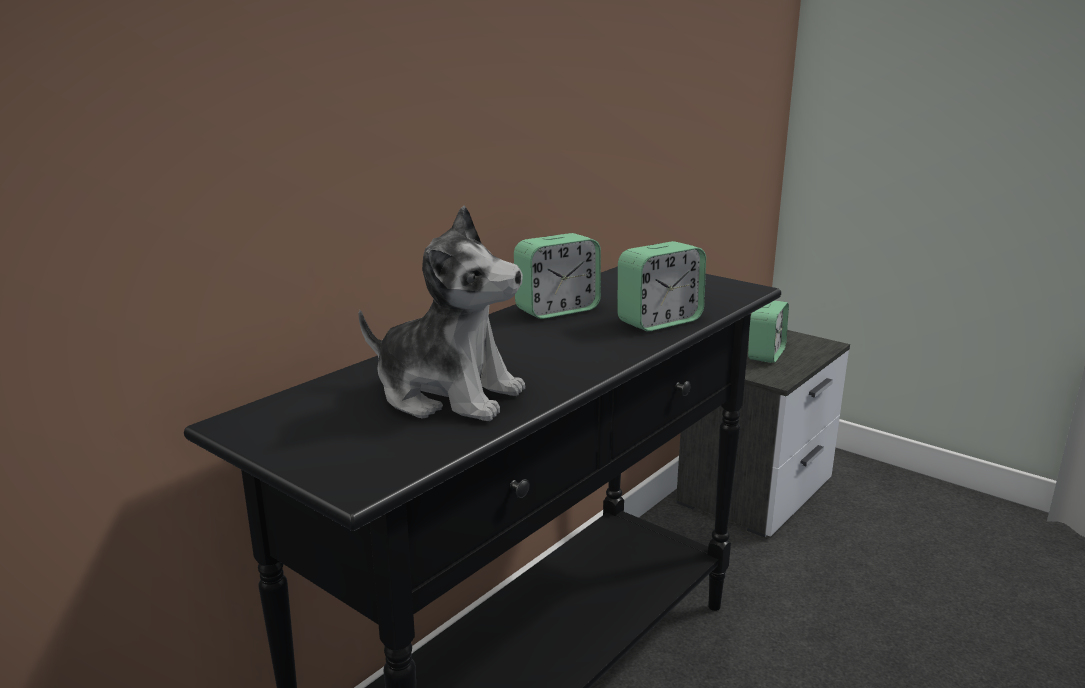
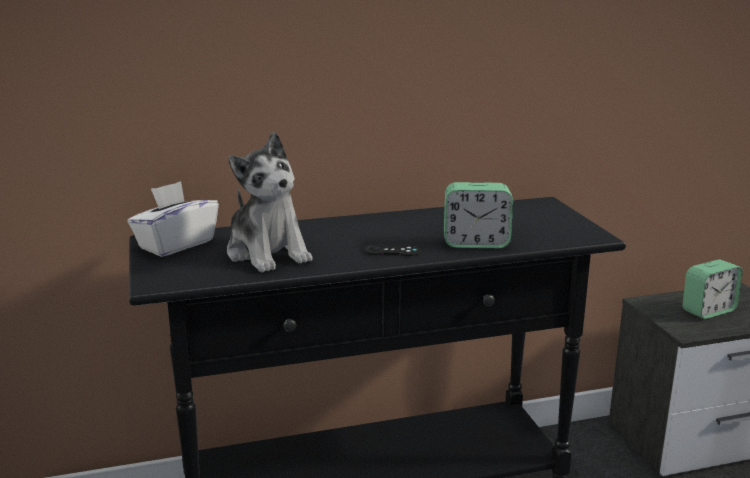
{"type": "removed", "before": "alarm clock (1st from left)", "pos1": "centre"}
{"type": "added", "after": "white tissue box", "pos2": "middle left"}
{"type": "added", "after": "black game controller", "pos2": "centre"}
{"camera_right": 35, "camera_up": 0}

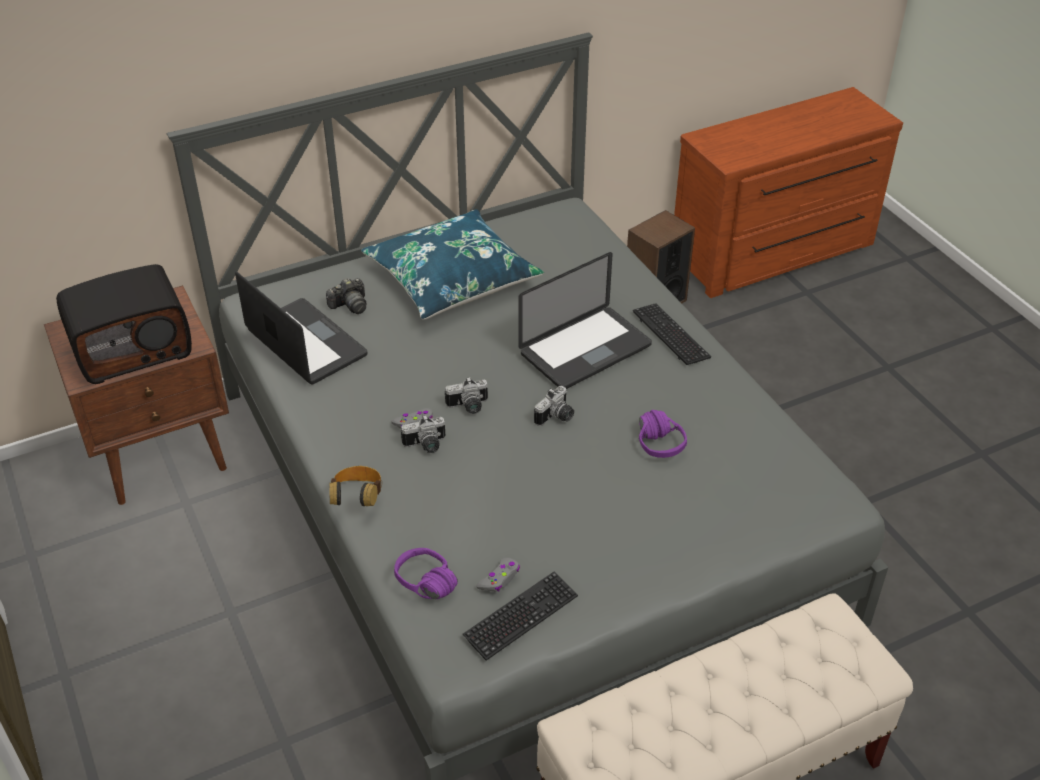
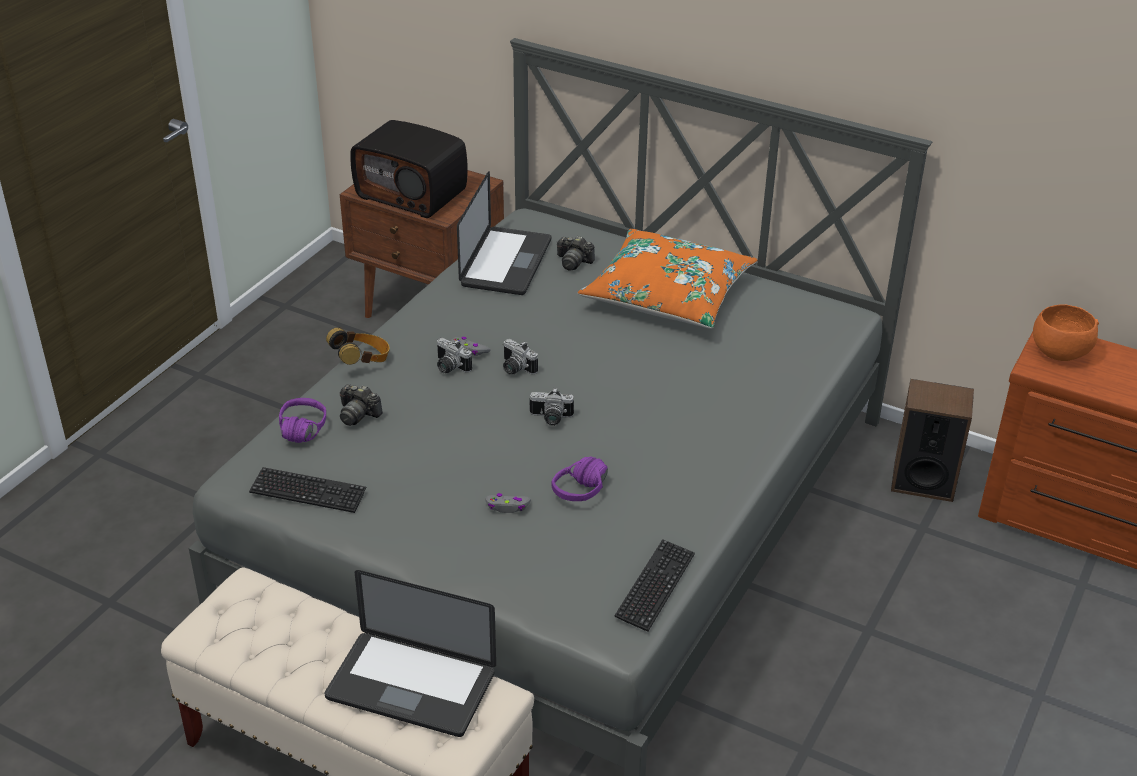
{"type": "added", "after": "photo camera (1st from left)", "pos2": "middle left"}
{"type": "added", "after": "orange bowl", "pos2": "middle right"}
{"type": "moved", "before": "grey game controller (2nd from left)", "pos1": "bottom centre", "pos2": "centre"}
{"type": "moved", "before": "laptop (2nd from left in the first image)", "after": "laptop (1st from left)", "pos1": "centre", "pos2": "bottom centre"}
{"type": "moved", "before": "keyboard (2nd from left)", "pos1": "centre", "pos2": "bottom centre"}
{"type": "recoloured", "before": "blue pillow", "after": "orange pillow", "pos1": "centre", "pos2": "centre"}
{"camera_right": 55, "camera_up": -5}

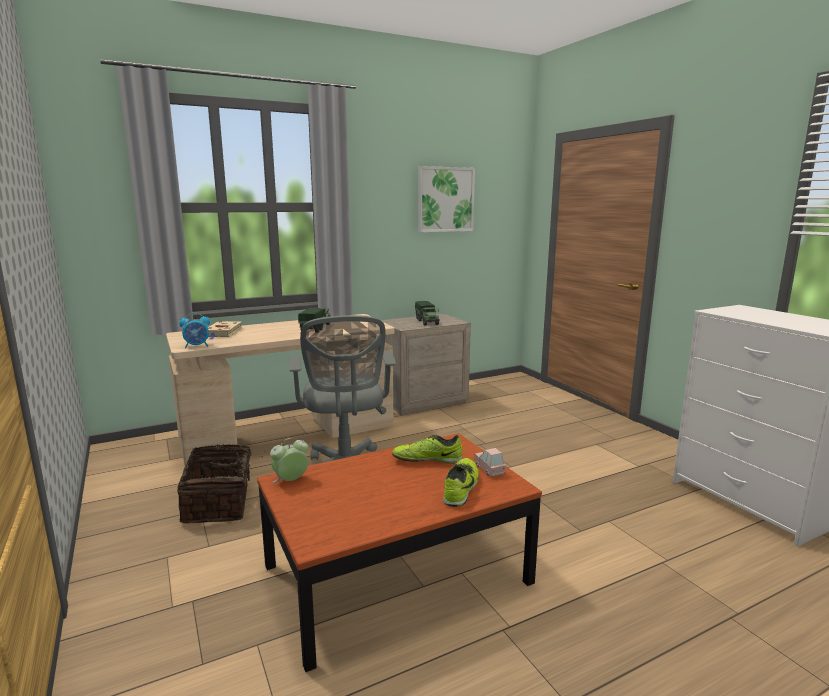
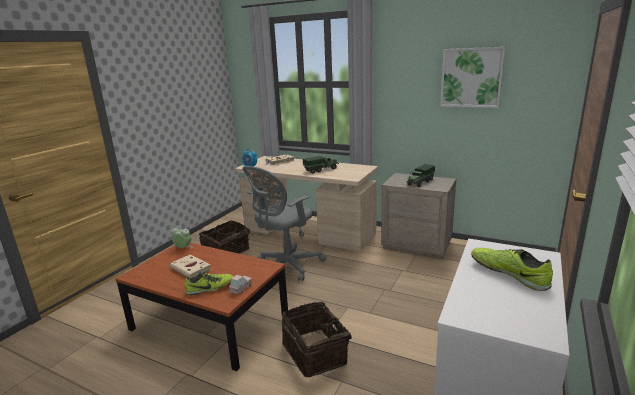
{"type": "added", "after": "beige book (1st from left)", "pos2": "bottom left"}
{"type": "added", "after": "basket (2nd from left)", "pos2": "bottom centre"}
{"type": "moved", "before": "shoe (1st from left in the first image)", "after": "shoe (2nd from left)", "pos1": "centre", "pos2": "bottom right"}
{"camera_right": 55, "camera_up": 5}

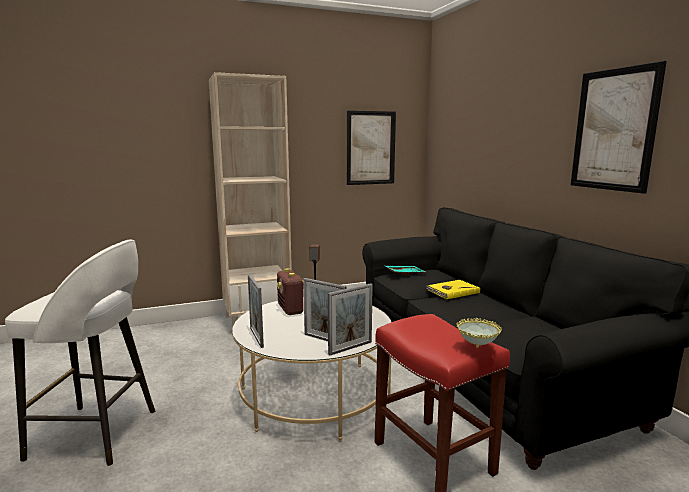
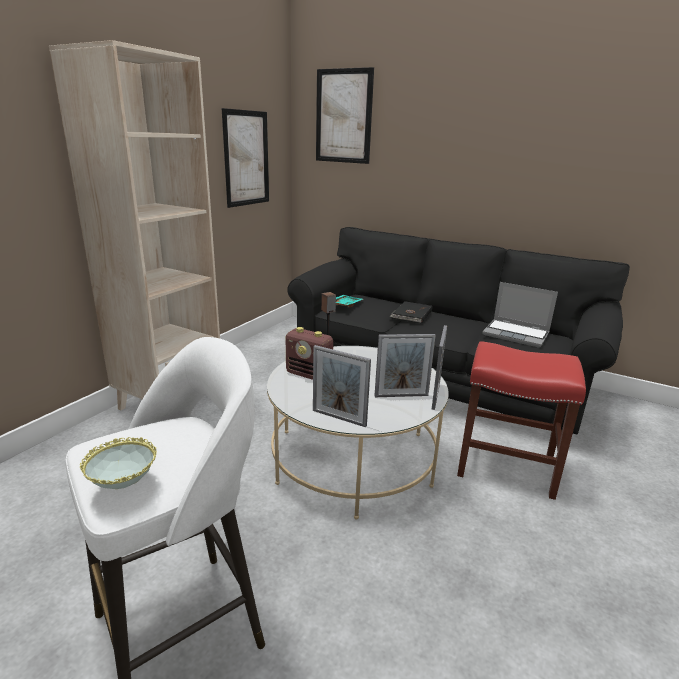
{"type": "added", "after": "laptop", "pos2": "middle right"}
{"type": "moved", "before": "bowl", "pos1": "bottom right", "pos2": "bottom left"}
{"type": "moved", "before": "picture (2nd from left)", "pos1": "top right", "pos2": "top centre"}
{"type": "recoloured", "before": "yellow book", "after": "black book", "pos1": "centre", "pos2": "centre"}
{"camera_right": -40, "camera_up": 10}

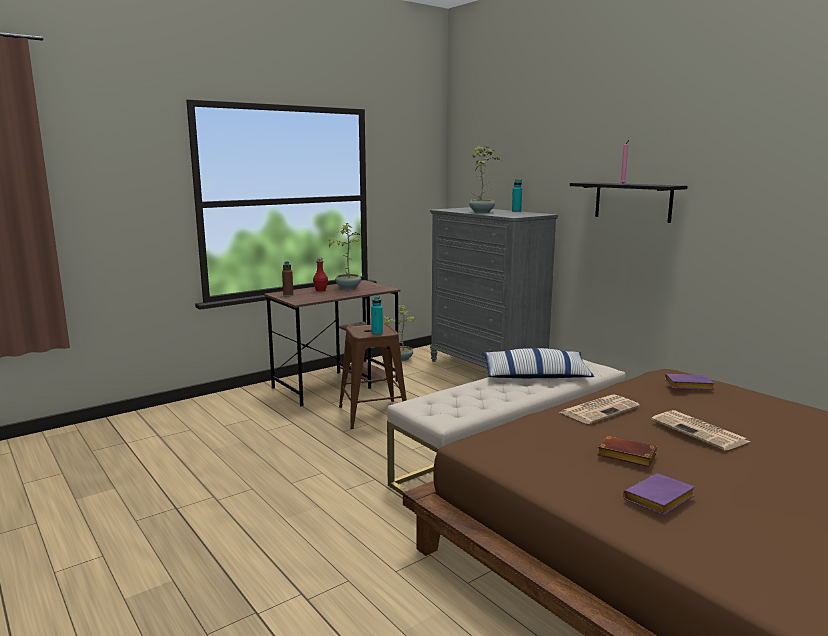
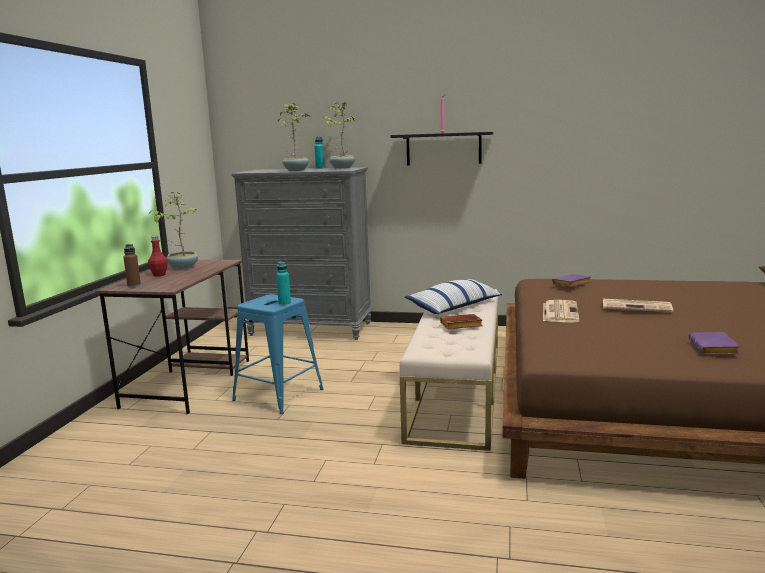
{"type": "moved", "before": "potted plant (2nd from left in the first image)", "after": "potted plant (3rd from left)", "pos1": "centre", "pos2": "top centre"}
{"type": "moved", "before": "brown book", "pos1": "bottom right", "pos2": "centre"}
{"type": "recoloured", "before": "brown stool", "after": "blue stool", "pos1": "centre", "pos2": "centre"}
{"camera_right": -40, "camera_up": 0}

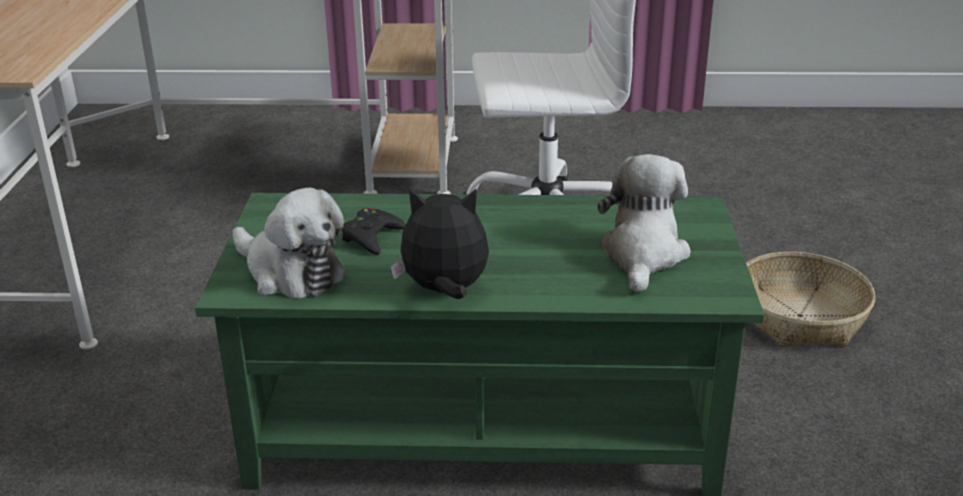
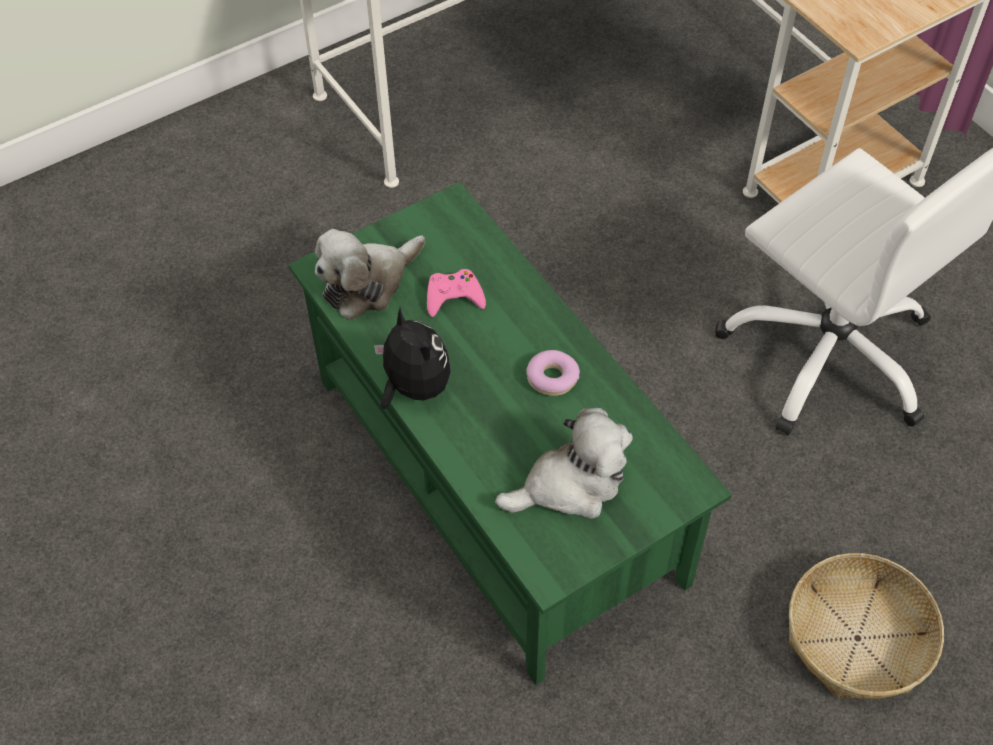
{"type": "added", "after": "donut", "pos2": "centre"}
{"type": "recoloured", "before": "black game controller", "after": "pink game controller", "pos1": "centre", "pos2": "centre"}
{"type": "turned", "before": "plush toy (1st from left)", "pos1": "middle left", "pos2": "centre", "turn": 45}
{"camera_right": 55, "camera_up": 25}

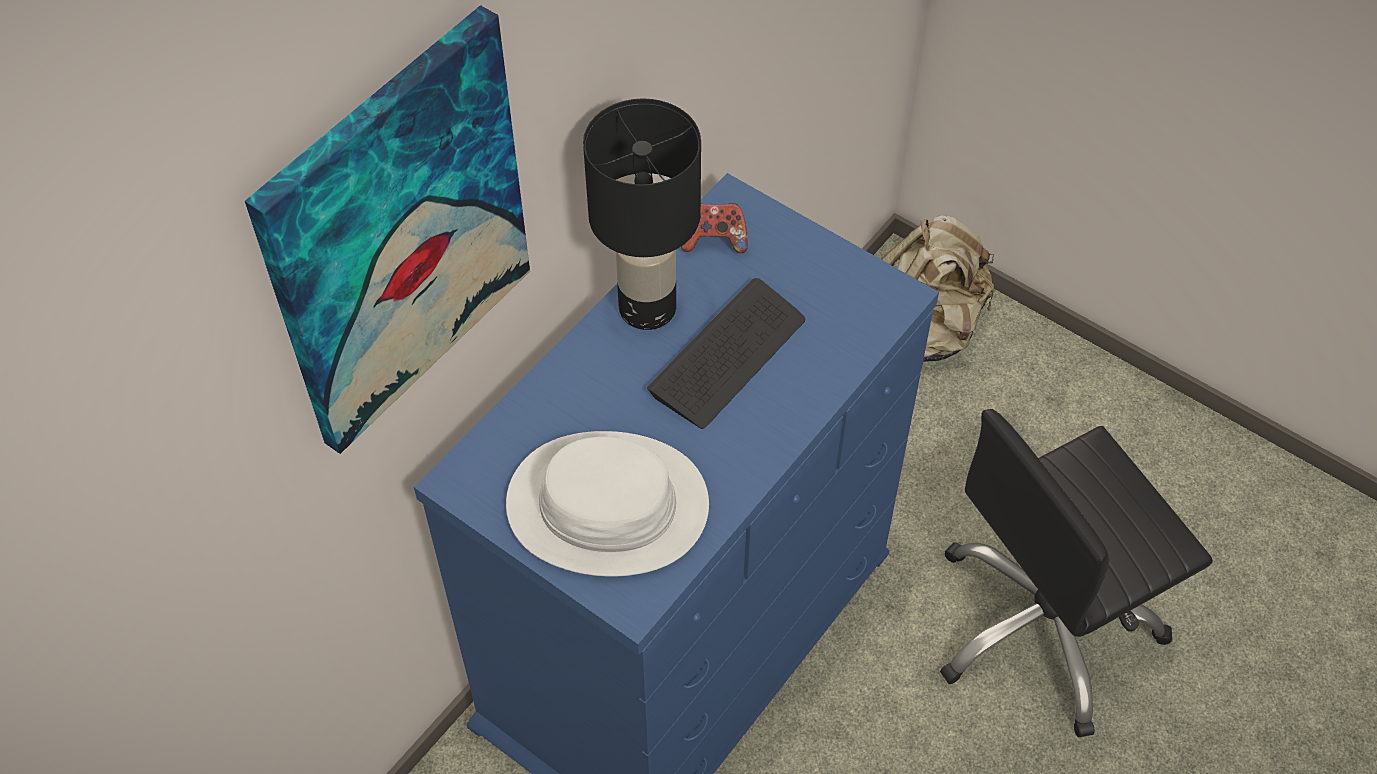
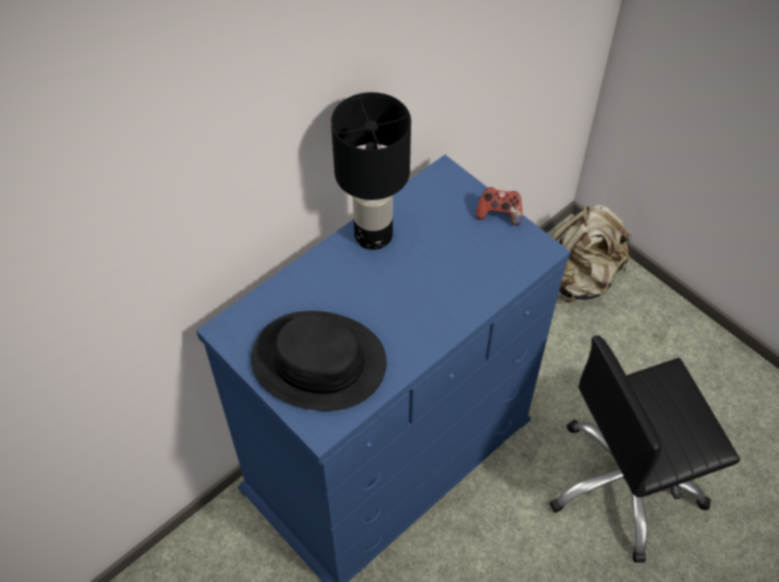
{"type": "removed", "before": "picture", "pos1": "top left"}
{"type": "removed", "before": "keyboard", "pos1": "centre"}
{"type": "moved", "before": "game controller", "pos1": "top centre", "pos2": "centre"}
{"type": "recoloured", "before": "white hat", "after": "black hat", "pos1": "centre", "pos2": "centre"}
{"camera_right": 10, "camera_up": 0}

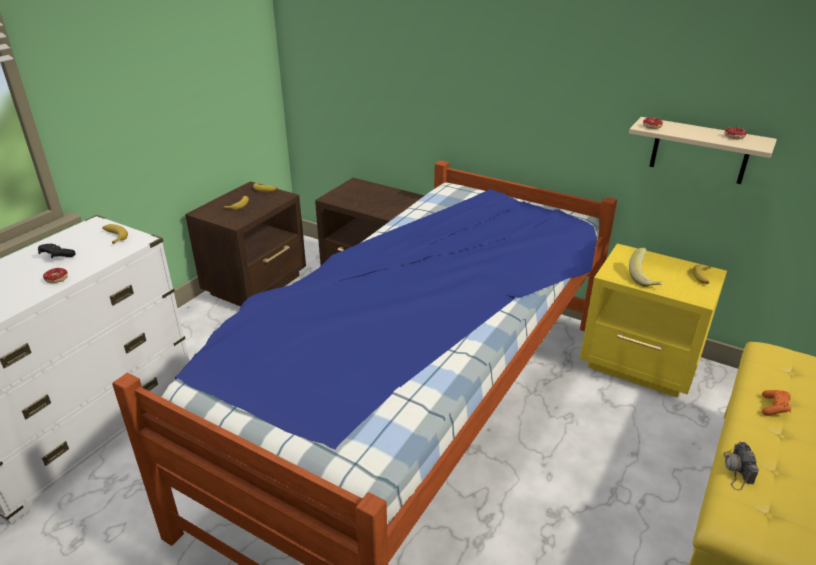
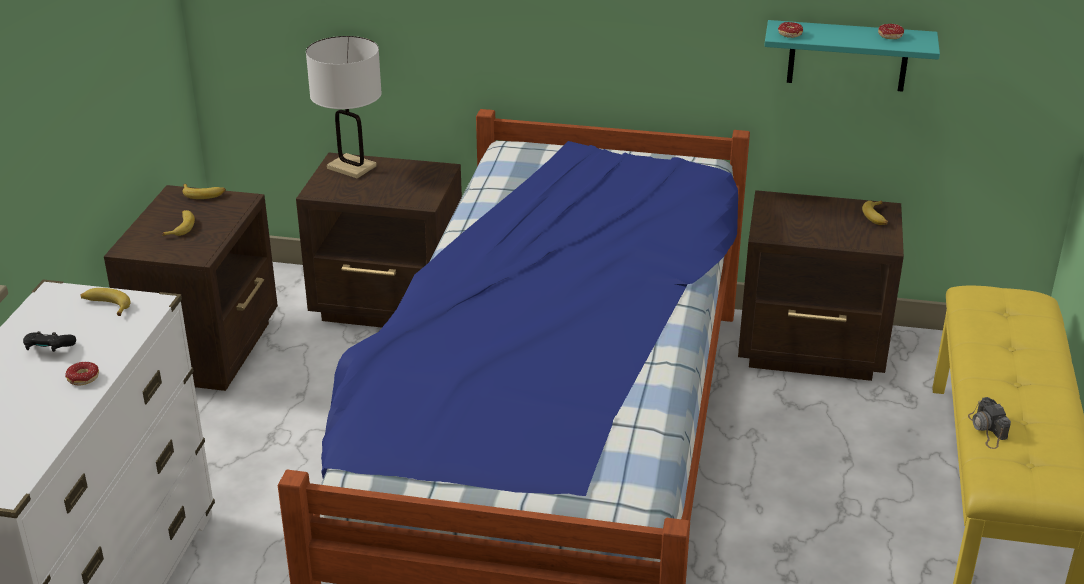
{"type": "removed", "before": "banana (4th from left)", "pos1": "middle right"}
{"type": "removed", "before": "orange game controller", "pos1": "bottom right"}
{"type": "added", "after": "white table lamp", "pos2": "top left"}
{"type": "recoloured", "before": "yellow nightstand", "after": "brown nightstand (3rd from left)", "pos1": "middle right", "pos2": "middle right"}
{"type": "recoloured", "before": "beige shelf", "after": "turquoise shelf", "pos1": "top right", "pos2": "top right"}
{"camera_right": -20, "camera_up": 0}

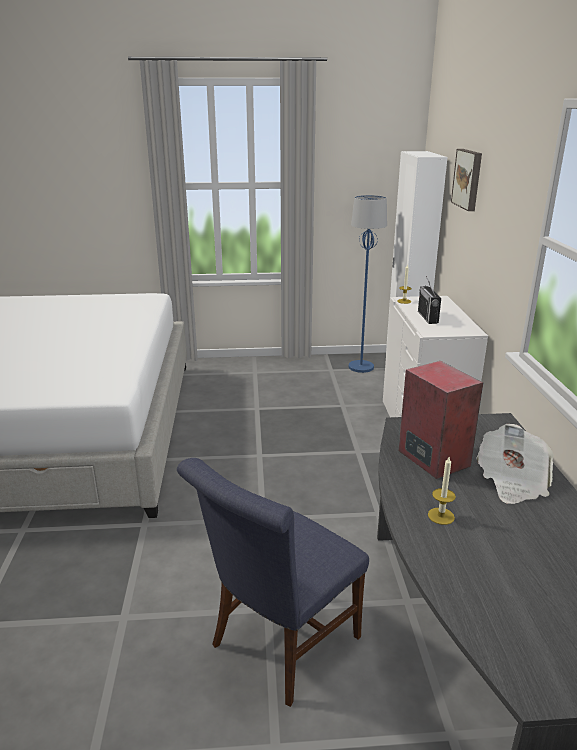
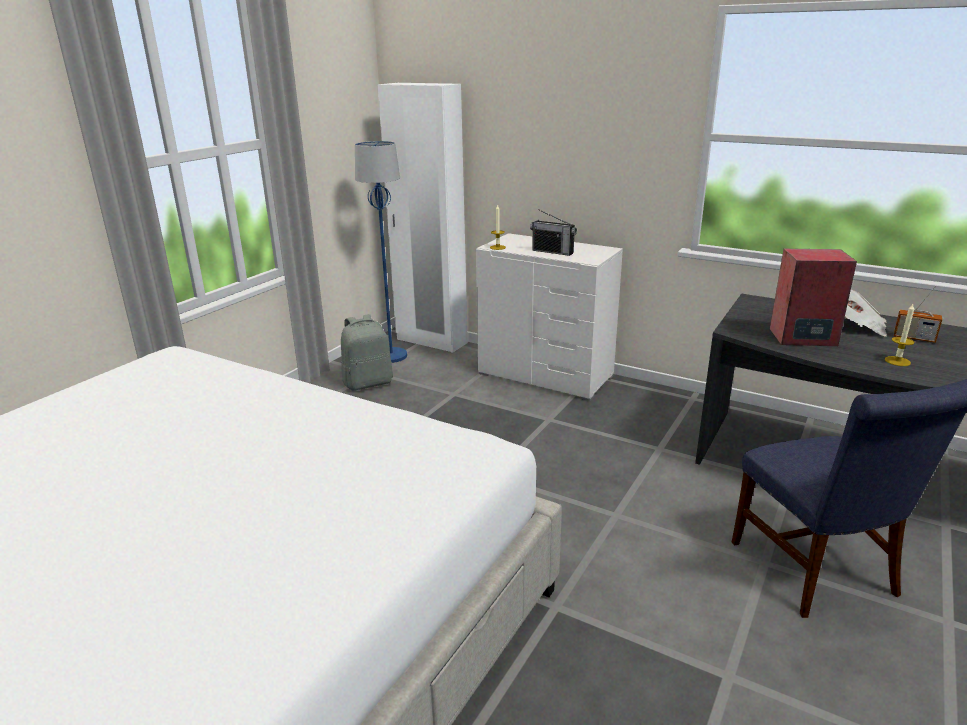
{"type": "removed", "before": "picture", "pos1": "top right"}
{"type": "added", "after": "grey backpack", "pos2": "centre"}
{"type": "added", "after": "radio (2nd from left)", "pos2": "middle right"}
{"camera_right": -55, "camera_up": 0}

